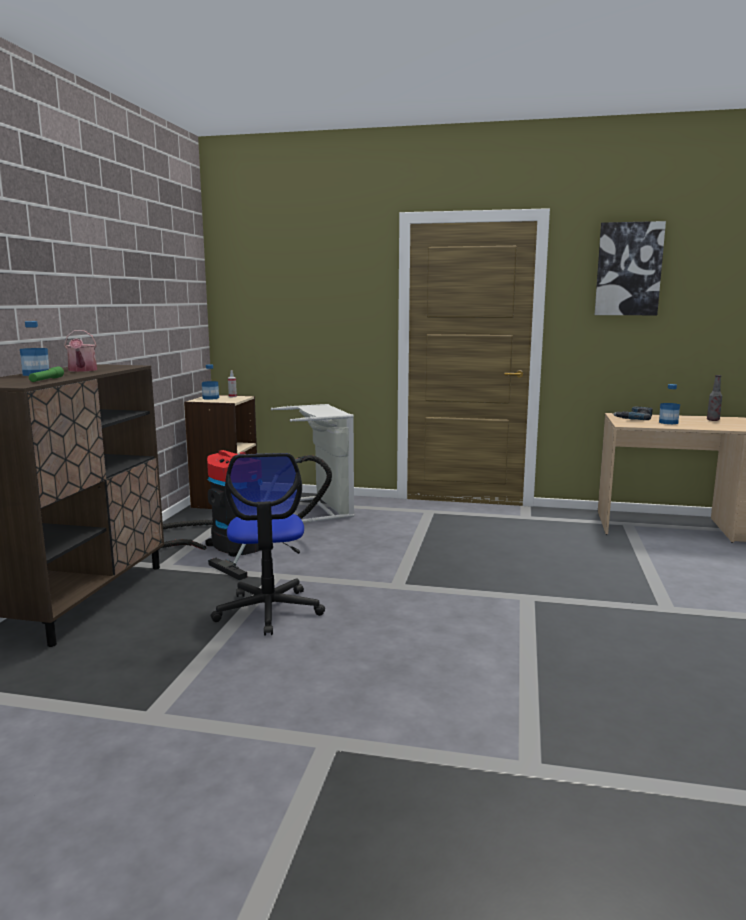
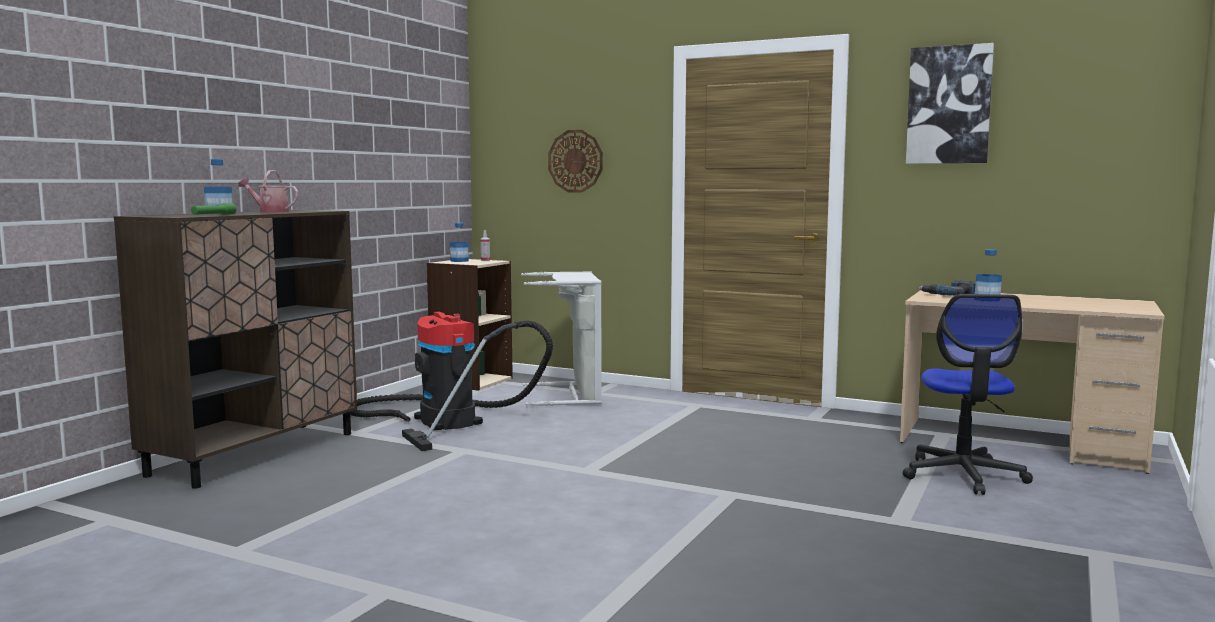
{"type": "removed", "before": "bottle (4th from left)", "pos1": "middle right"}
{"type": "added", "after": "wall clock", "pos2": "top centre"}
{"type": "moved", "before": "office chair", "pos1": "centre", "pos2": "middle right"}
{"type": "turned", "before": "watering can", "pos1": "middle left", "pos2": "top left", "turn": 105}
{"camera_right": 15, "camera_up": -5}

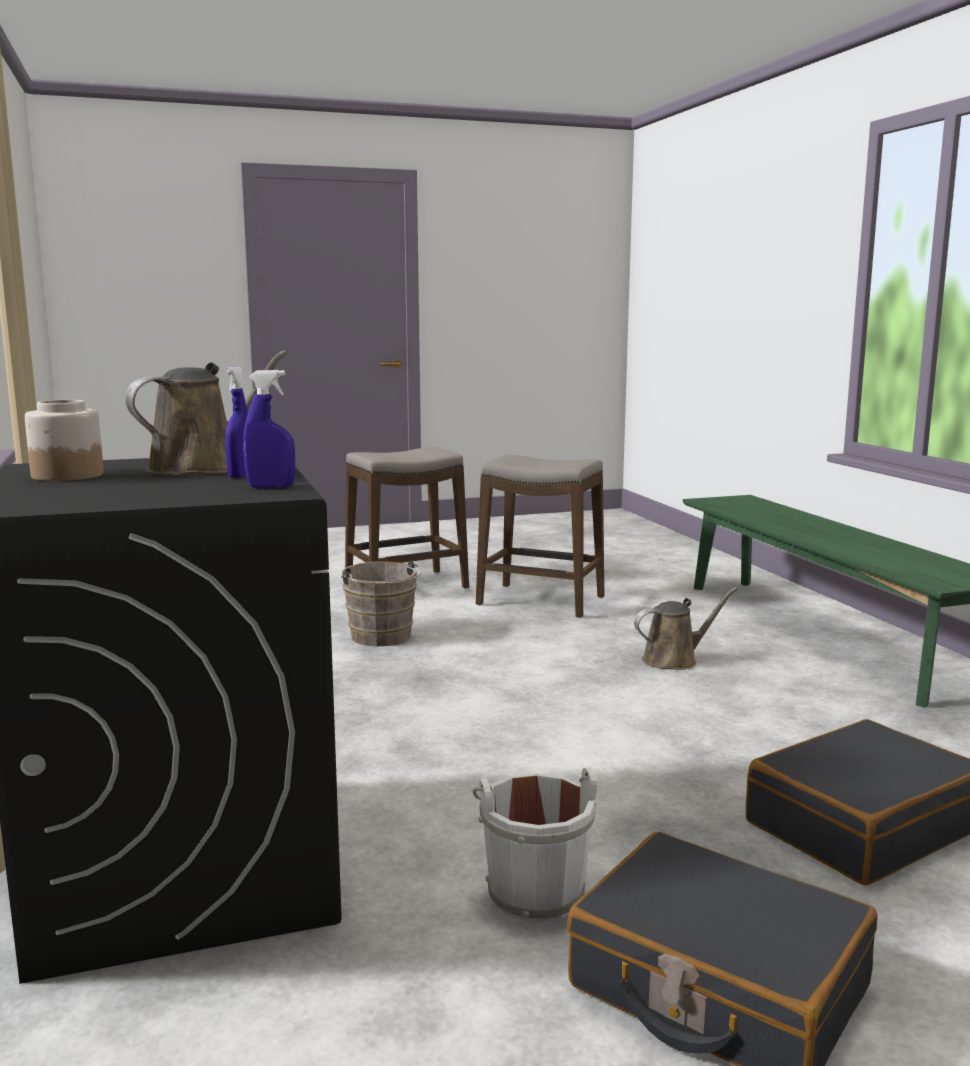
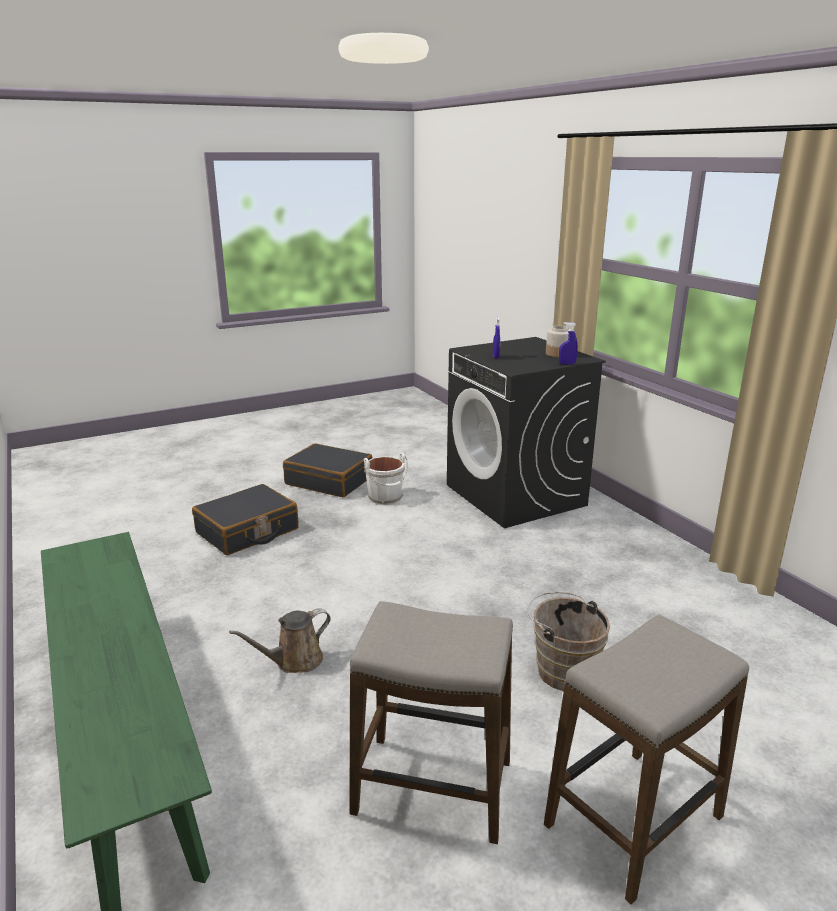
{"type": "removed", "before": "brown watering can (1st from left)", "pos1": "middle left"}
{"type": "moved", "before": "blue spray bottle (2nd from left)", "pos1": "middle left", "pos2": "middle right"}
{"camera_right": 170, "camera_up": 10}

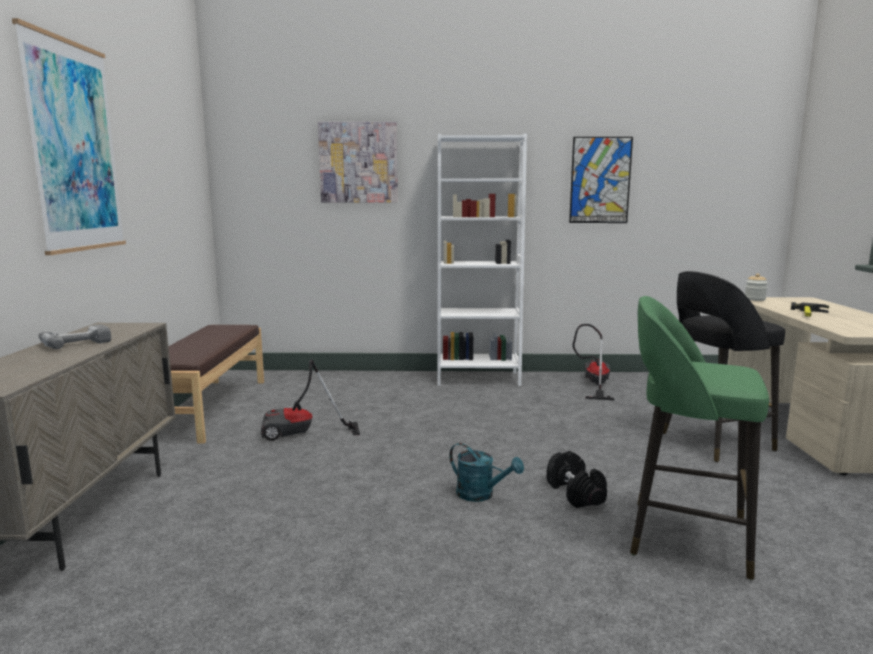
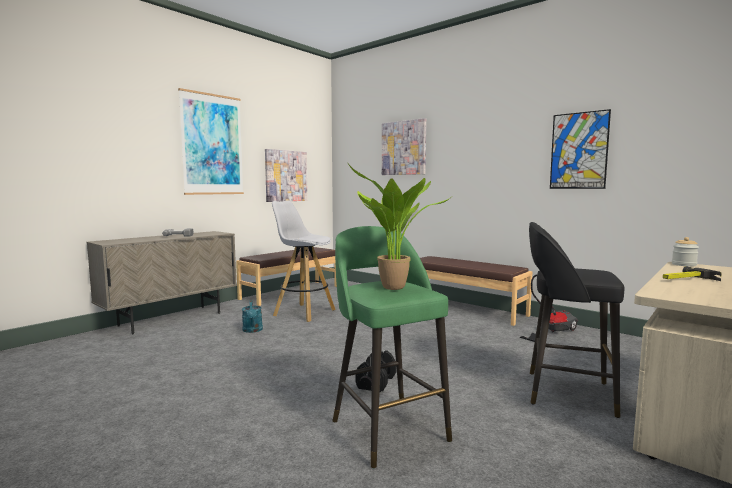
{"type": "added", "after": "picture (2nd from left)", "pos2": "centre"}
{"type": "added", "after": "potted plant", "pos2": "centre"}
{"type": "moved", "before": "turquoise watering can", "pos1": "bottom centre", "pos2": "centre"}
{"type": "replaced", "before": "vacuum cleaner (1st from left)", "after": "white stool", "pos1": "centre", "pos2": "centre"}
{"type": "replaced", "before": "white bookcase", "after": "brown bench (2nd from left)", "pos1": "centre", "pos2": "centre"}
{"camera_right": 40, "camera_up": -5}

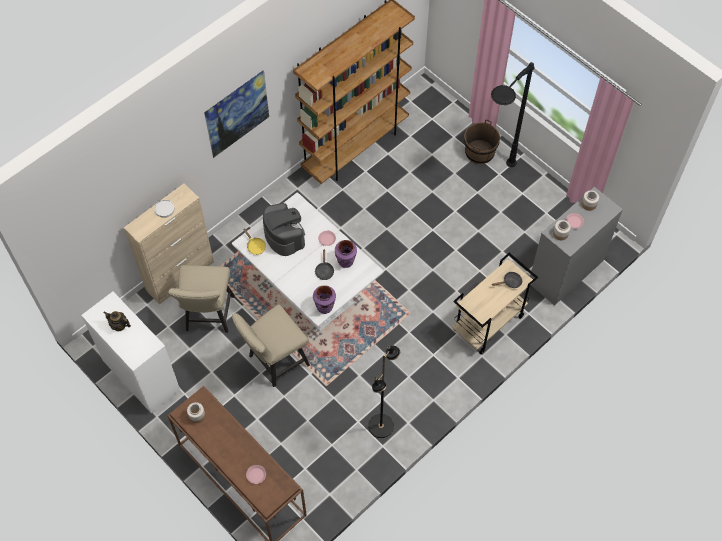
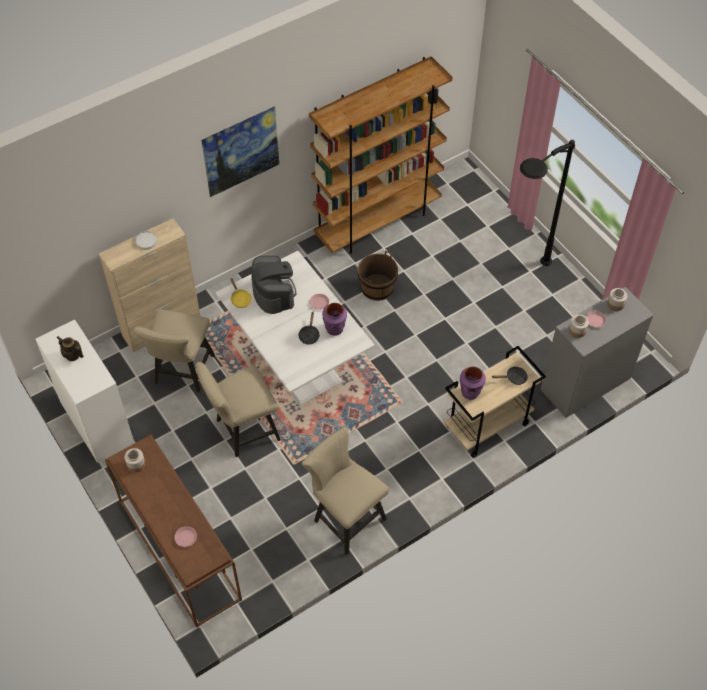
{"type": "moved", "before": "purple vase (1st from left in the first image)", "after": "purple vase (2nd from left)", "pos1": "centre", "pos2": "middle right"}
{"type": "moved", "before": "brown bucket", "pos1": "top right", "pos2": "centre"}
{"type": "replaced", "before": "black floor lamp (1st from left)", "after": "beige chair (3rd from left)", "pos1": "bottom centre", "pos2": "bottom centre"}
{"camera_right": 10, "camera_up": -5}

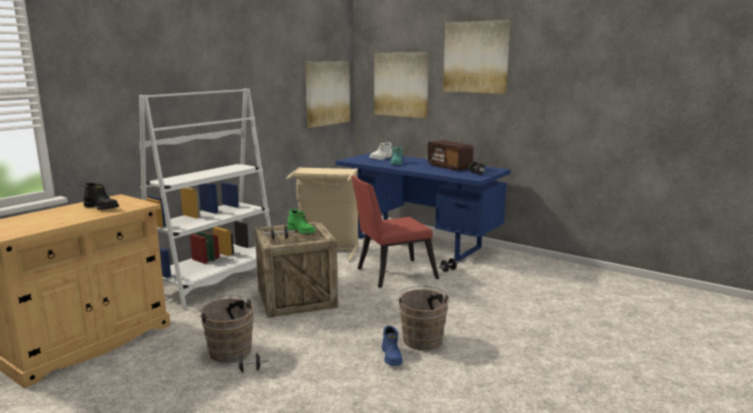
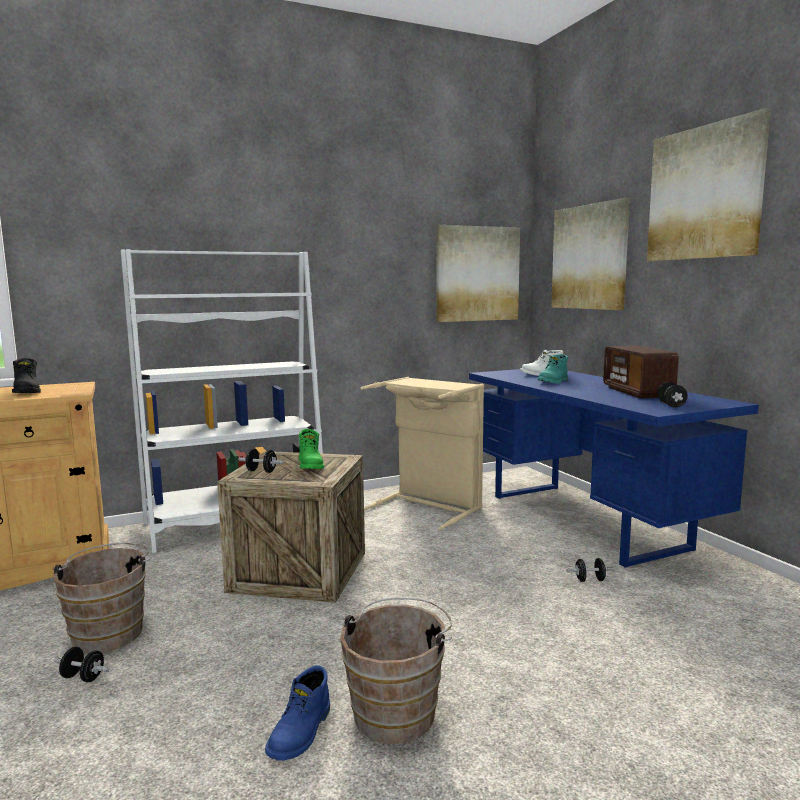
{"type": "removed", "before": "red chair", "pos1": "centre"}
{"camera_right": 30, "camera_up": -5}

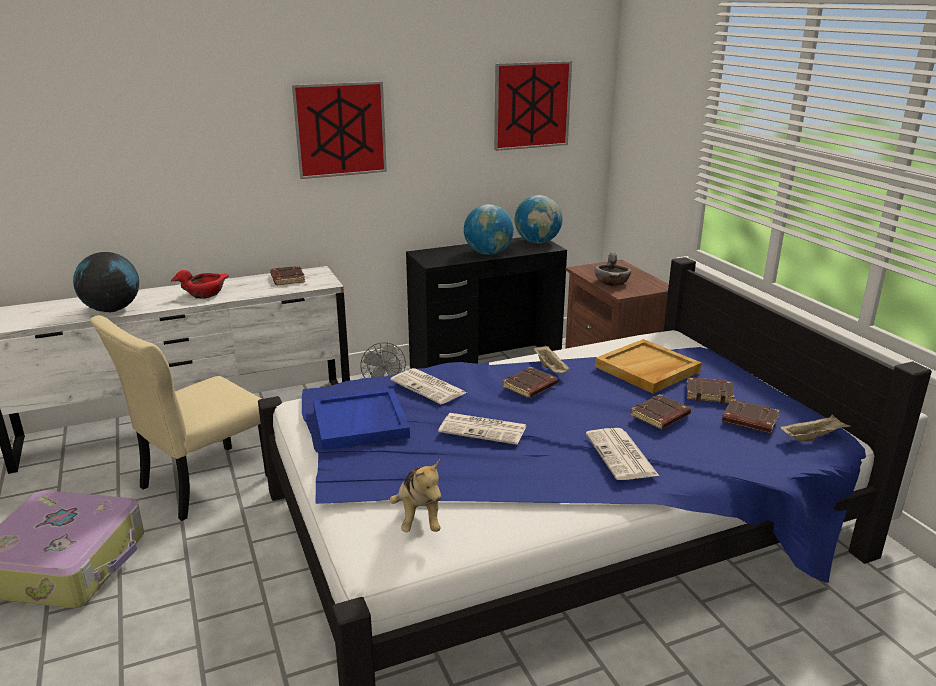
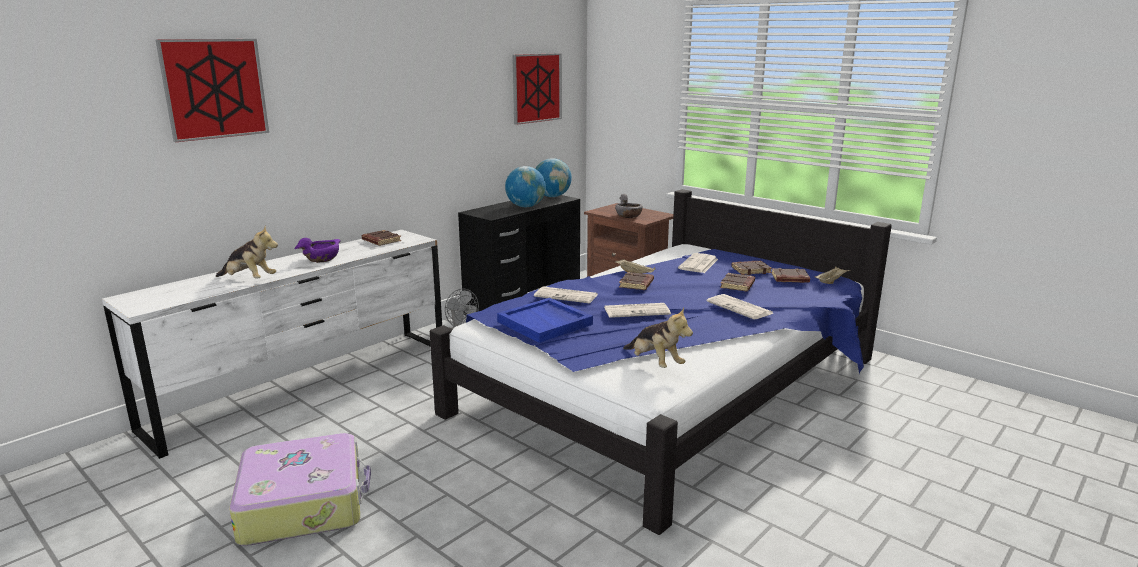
{"type": "removed", "before": "beige chair", "pos1": "middle left"}
{"type": "moved", "before": "picture (1st from left)", "pos1": "top centre", "pos2": "top left"}
{"type": "replaced", "before": "globe (1st from left)", "after": "plush toy (1st from left)", "pos1": "middle left", "pos2": "middle left"}
{"type": "replaced", "before": "beige tray (2nd from left)", "after": "newspaper (3rd from left)", "pos1": "middle right", "pos2": "centre"}
{"type": "recoloured", "before": "red bowl", "after": "purple bowl", "pos1": "middle left", "pos2": "middle left"}
{"camera_right": -25, "camera_up": -5}

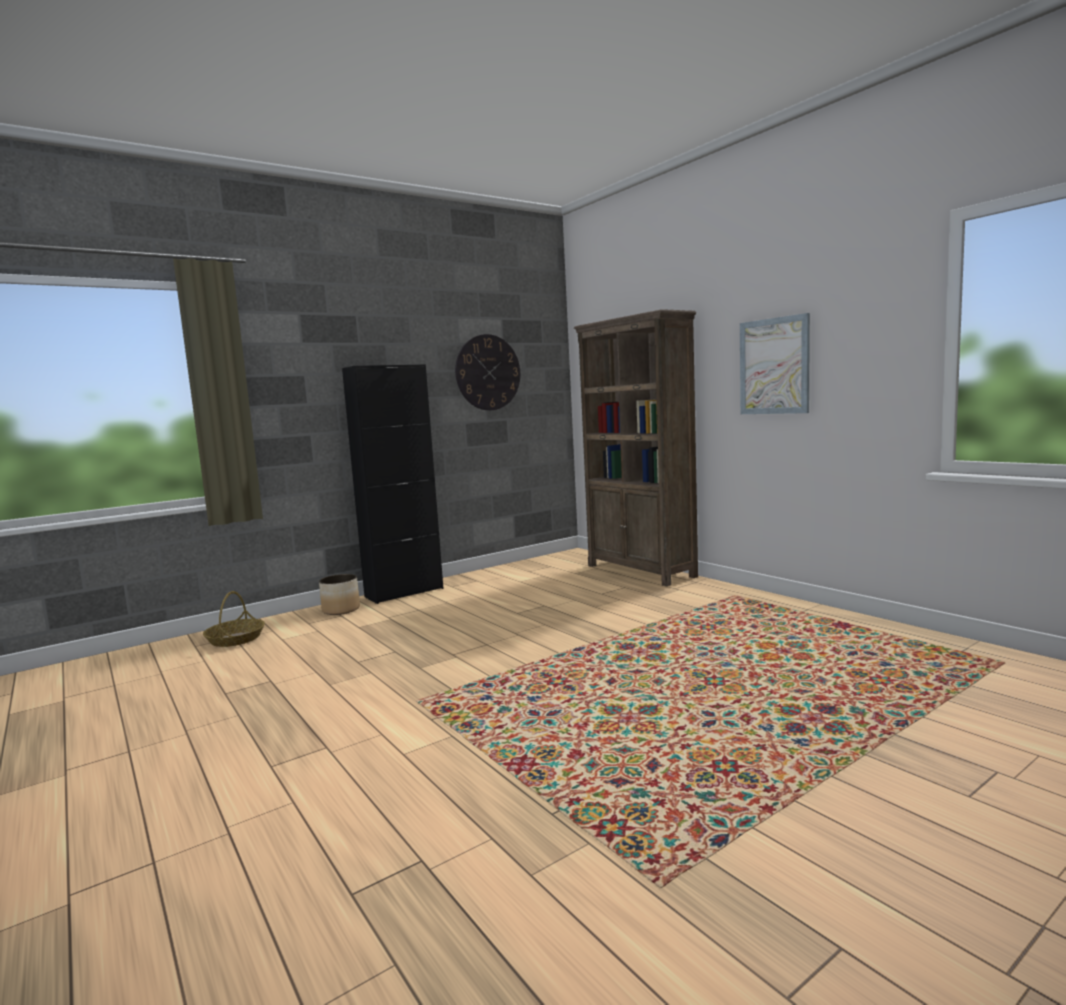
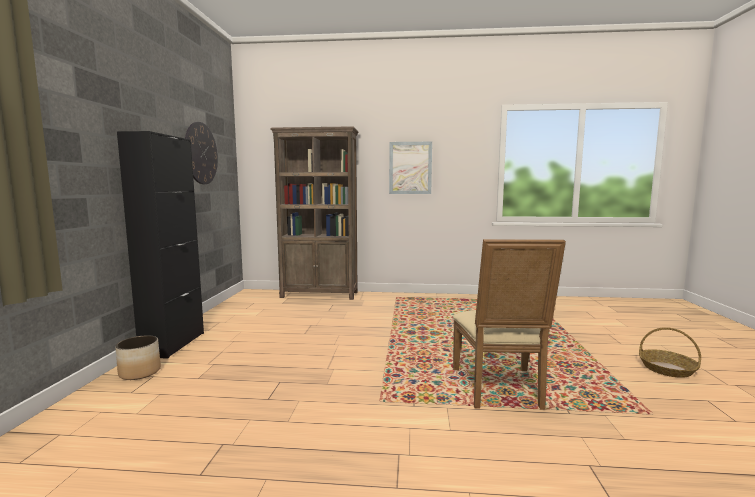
{"type": "added", "after": "beige chair", "pos2": "middle right"}
{"type": "moved", "before": "basket", "pos1": "middle left", "pos2": "bottom right"}
{"camera_right": -50, "camera_up": 0}

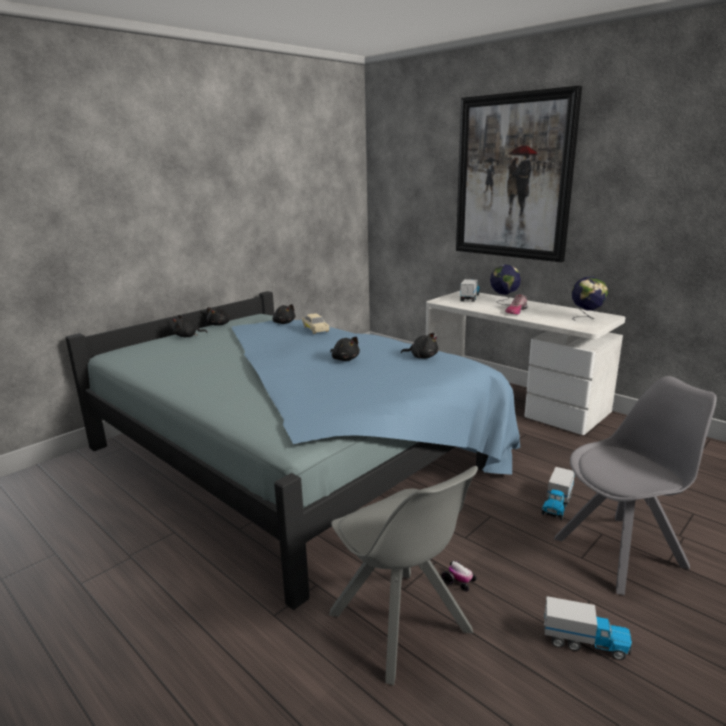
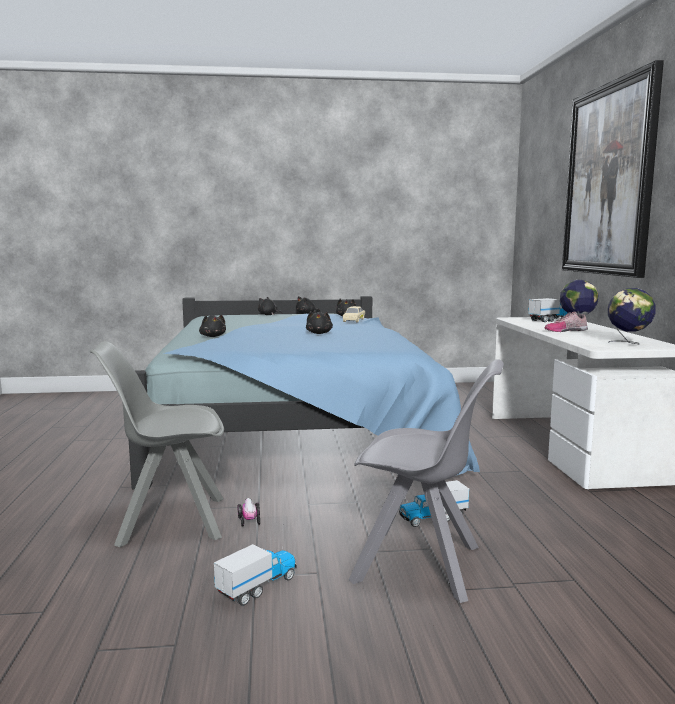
{"type": "moved", "before": "black plush toy (5th from left in the first image)", "after": "black plush toy (1st from left)", "pos1": "centre", "pos2": "middle left"}
{"type": "turned", "before": "grey chair (1st from left)", "pos1": "bottom centre", "pos2": "middle left", "turn": 75}
{"type": "turned", "before": "toy truck (3rd from left in the first image)", "pos1": "bottom right", "pos2": "bottom centre", "turn": -105}
{"camera_right": 40, "camera_up": -10}

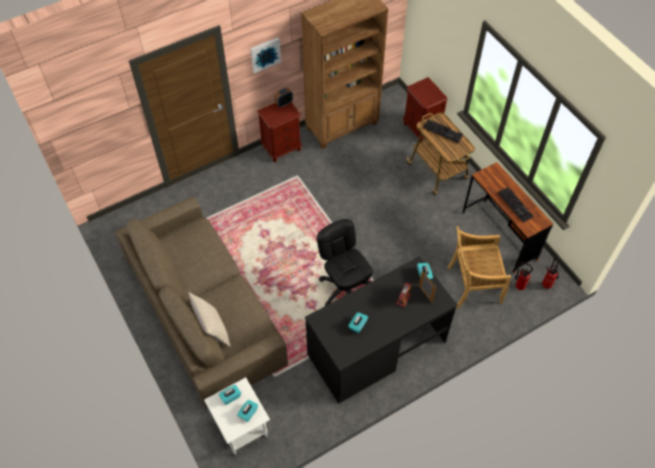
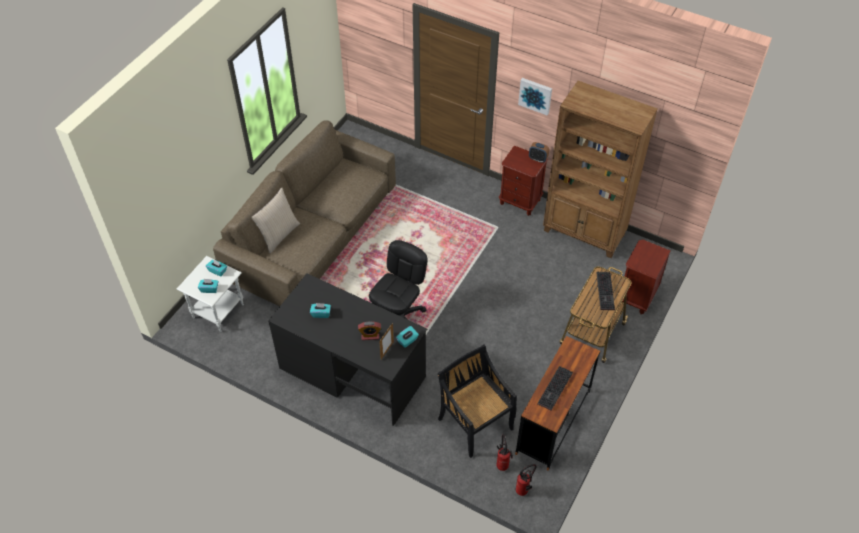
{"type": "recoloured", "before": "beige chair", "after": "black chair", "pos1": "middle right", "pos2": "bottom centre"}
{"camera_right": 60, "camera_up": -5}

